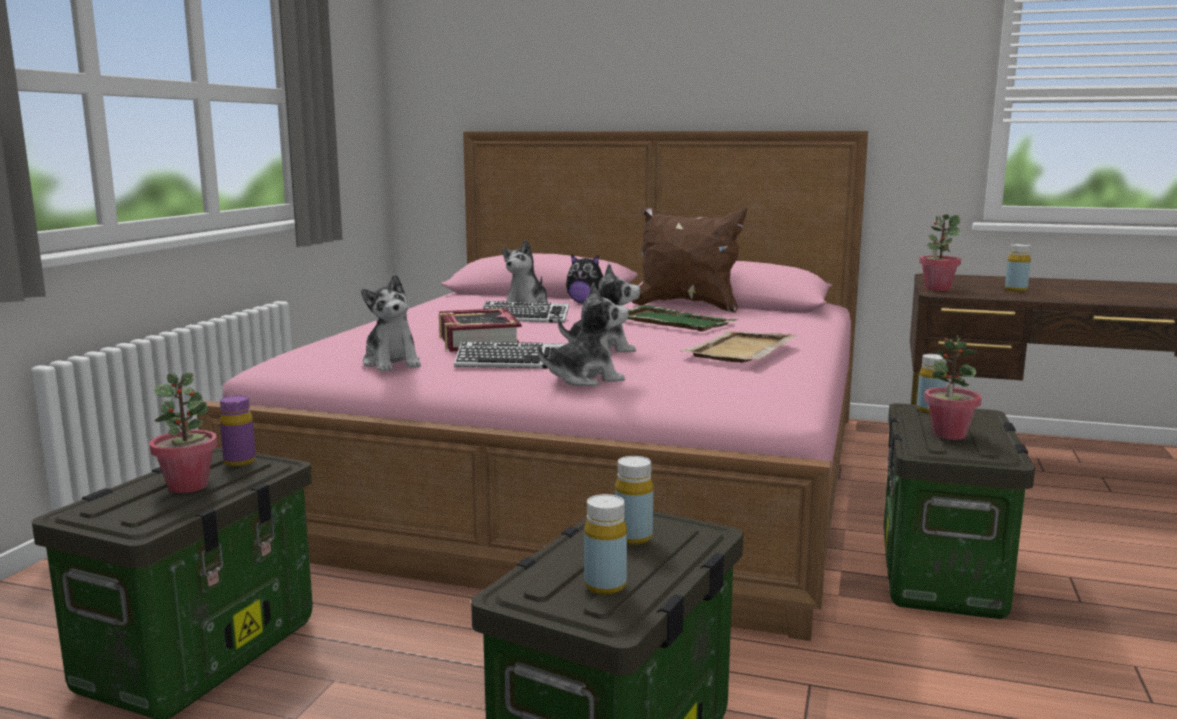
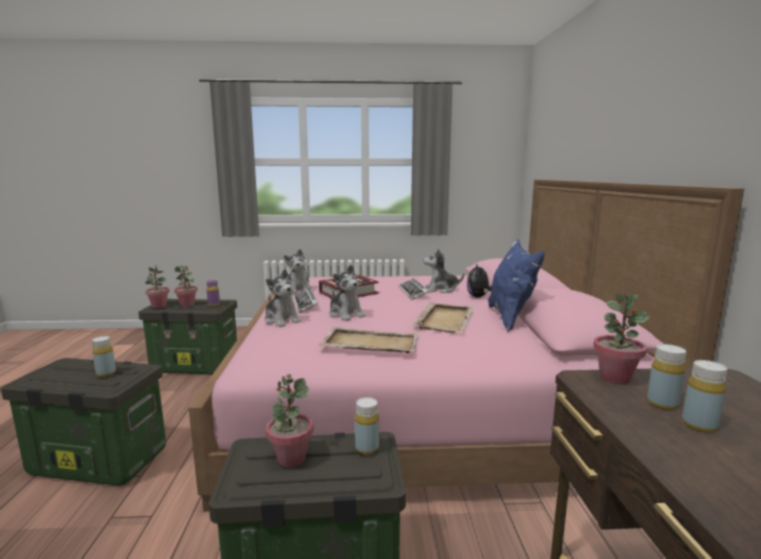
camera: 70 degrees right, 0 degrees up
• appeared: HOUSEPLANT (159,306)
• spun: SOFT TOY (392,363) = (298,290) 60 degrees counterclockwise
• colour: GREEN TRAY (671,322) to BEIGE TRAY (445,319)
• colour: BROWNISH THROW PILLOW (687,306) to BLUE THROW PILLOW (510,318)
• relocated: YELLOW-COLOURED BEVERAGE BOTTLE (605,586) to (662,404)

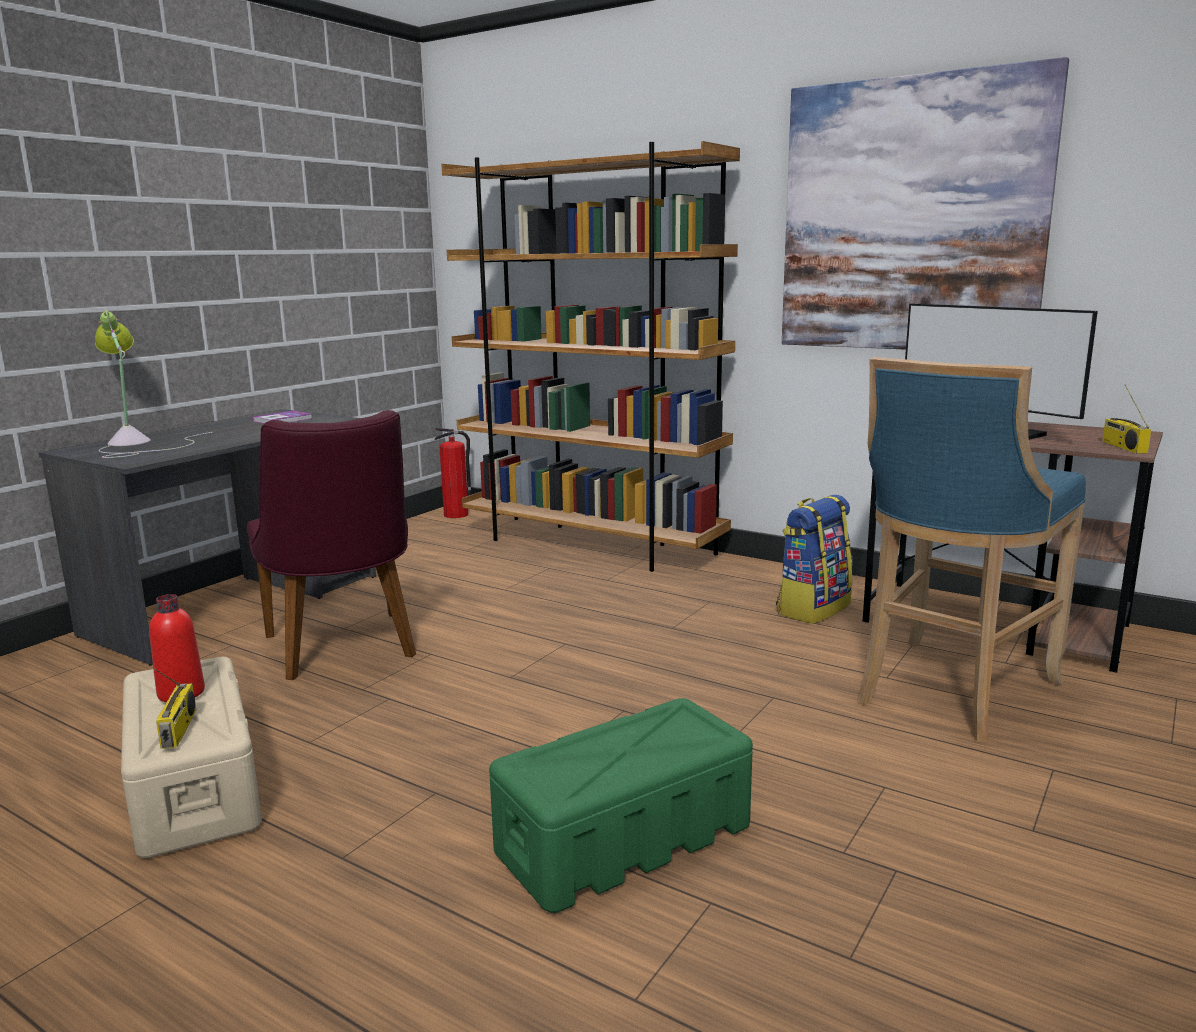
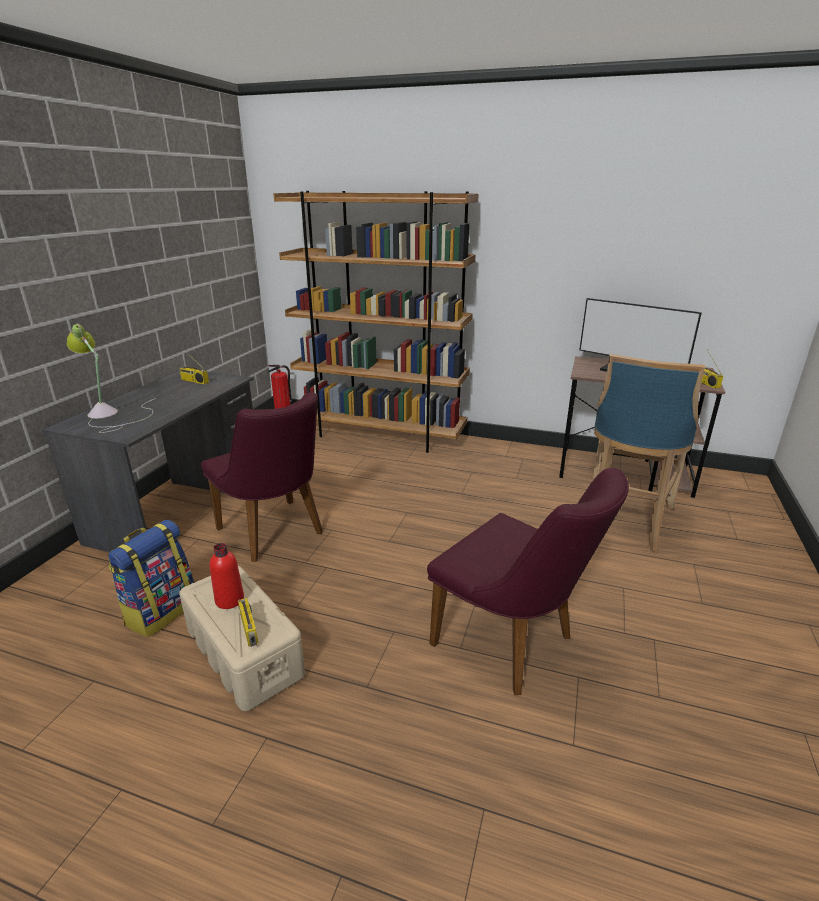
camera: 15 degrees left, 10 degrees up
• relocated: RUCKSACK (812,608) to (161,611)
• exchanged: VOLUME (282,420) to RADIO (194,381)
• exchanged: GREEN STORAGE BIN (622,840) to PURPLISH PLAIN CHAIR (513,645)
• missing: WALL PICTURE (911,217)

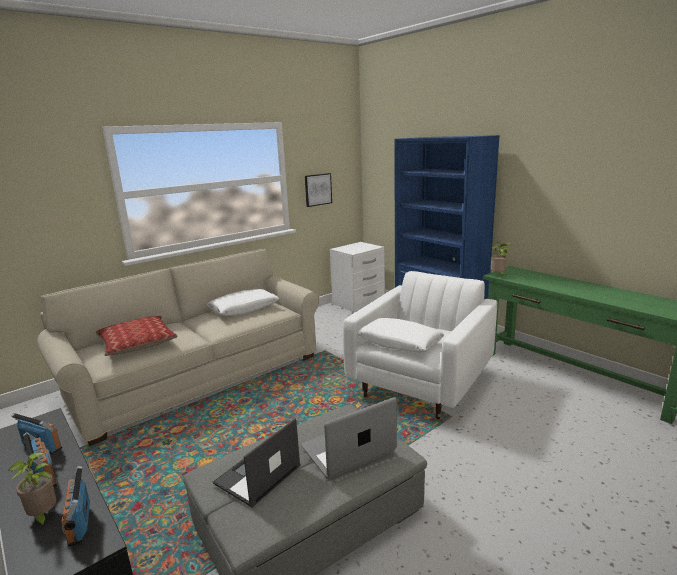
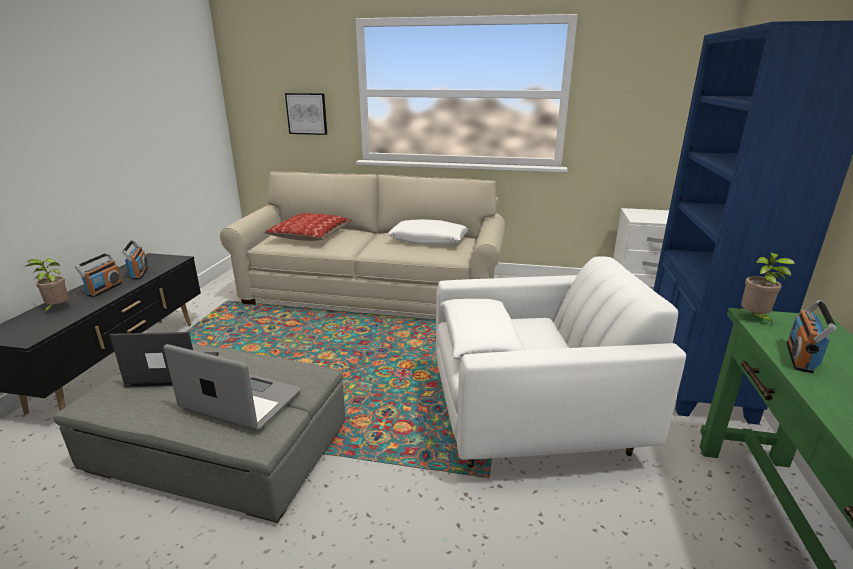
camera: 50 degrees right, 5 degrees up
• relocated: WALL PICTURE (318,189) to (307,113)
• relocated: RADIO (79,524) to (800,357)

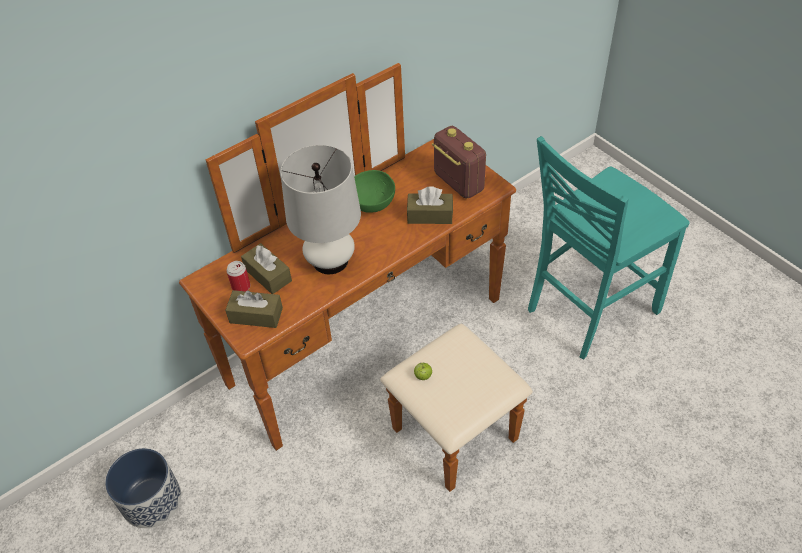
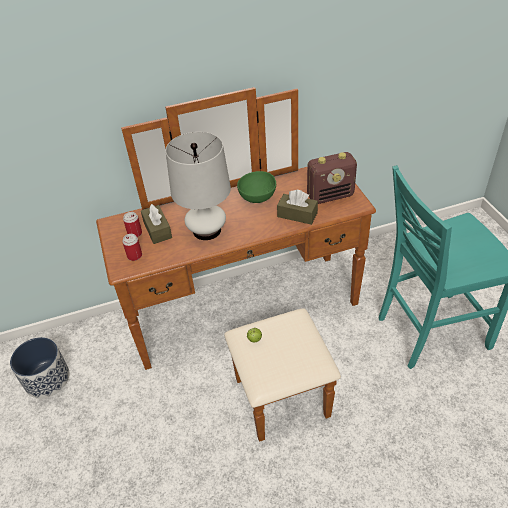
camera: 20 degrees right, 5 degrees down
• exchanged: BROWNISH BOX OF TISSUES (256,315) to METAL CAN (134,256)
• spun: RADIO (458,182) = (330,196) 90 degrees clockwise

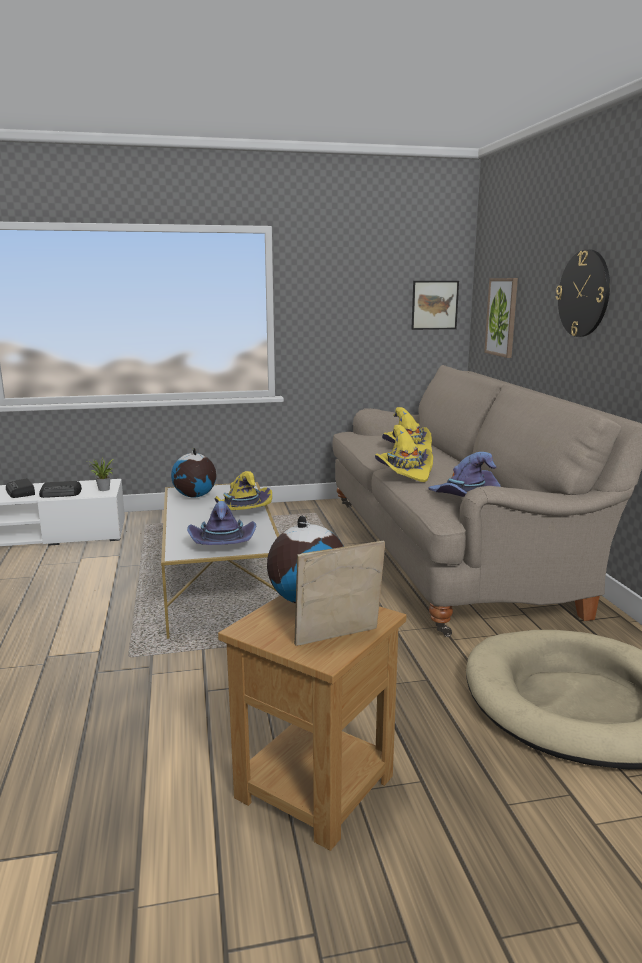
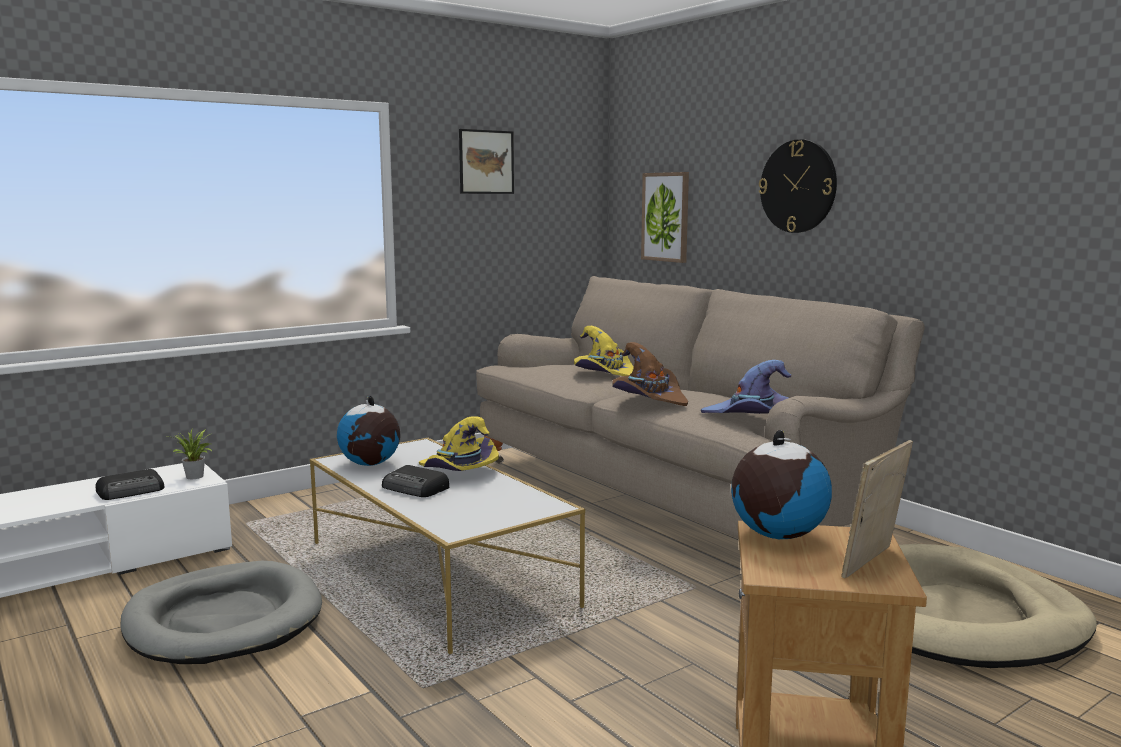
camera: 25 degrees left, 5 degrees down
• appeared: GREYISH DOG CUSHION (224,620)
• relocated: RADIO (21,492) to (416,488)
• relocated: WALL PICTURE (434,305) to (486,162)
• colour: YELLOW-COLOURED WEARABLE HAT (405,472) to BROWNISH WEARABLE HAT (649,398)
• missing: PURPLISH WEARABLE HAT (222,544)

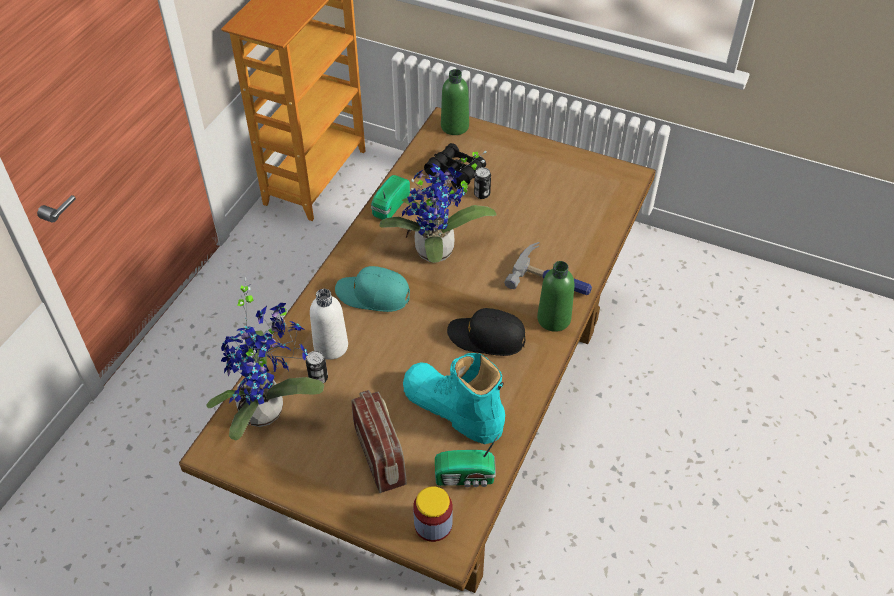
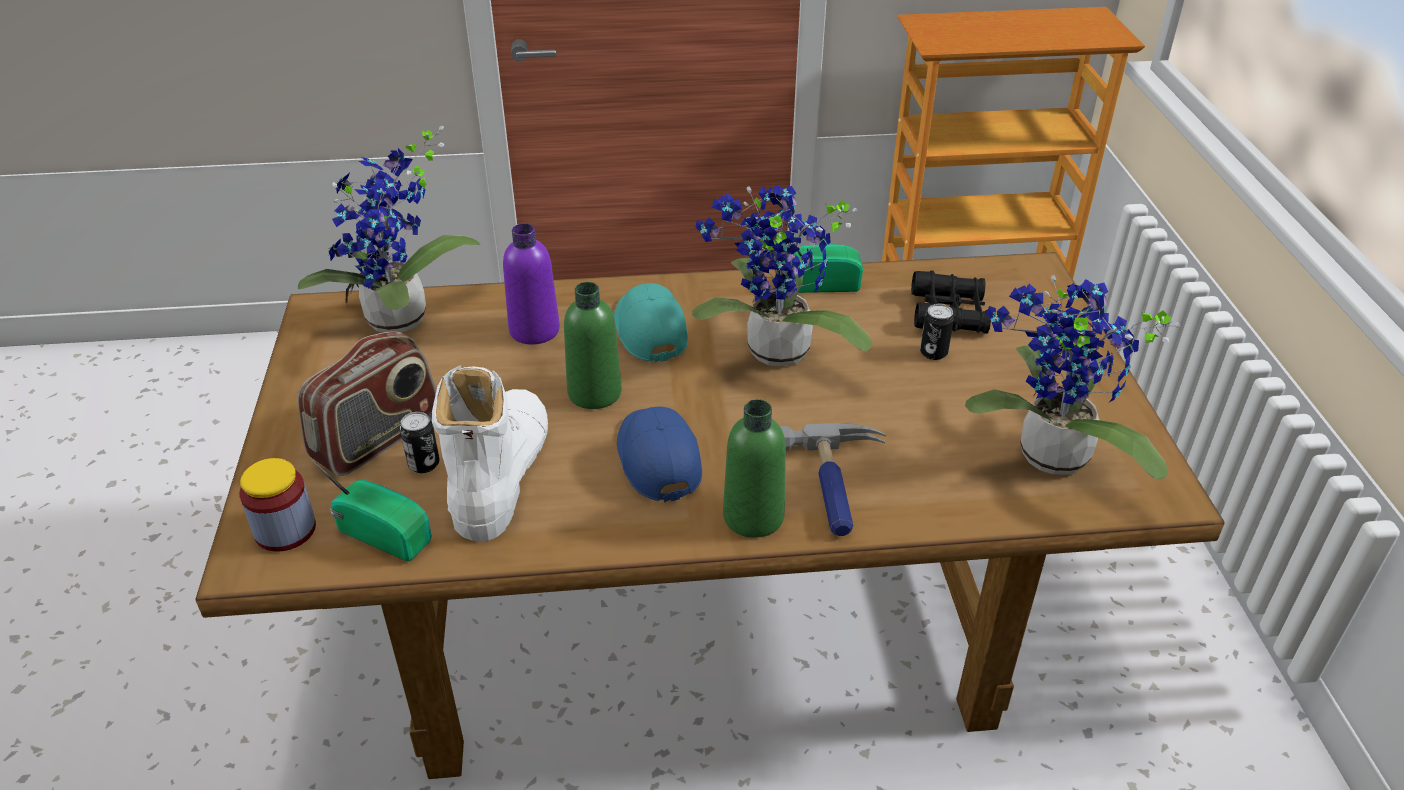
camera: 60 degrees right, 10 degrees down
• spun: RADIO (466,477) = (384,533) 150 degrees clockwise
• relocated: METAL CAN (318,378) to (424,464)
• colour: TURQUOISE HIGH-TOP BOOT (452,408) to WHITISH HIGH-TOP BOOT (500,474)
• colour: WHITISH BEVERAGE BOTTLE (331,346) to PURPLISH BEVERAGE BOTTLE (534,330)
• relocated: GREEN BEVERAGE BOTTLE (454,126) to (594,393)
• colour: BLACK-COLOURED BASEBALL CAP (486,337) to BLUE BASEBALL CAP (657,459)
• appeared: HOUSEPLANT (1047,459)

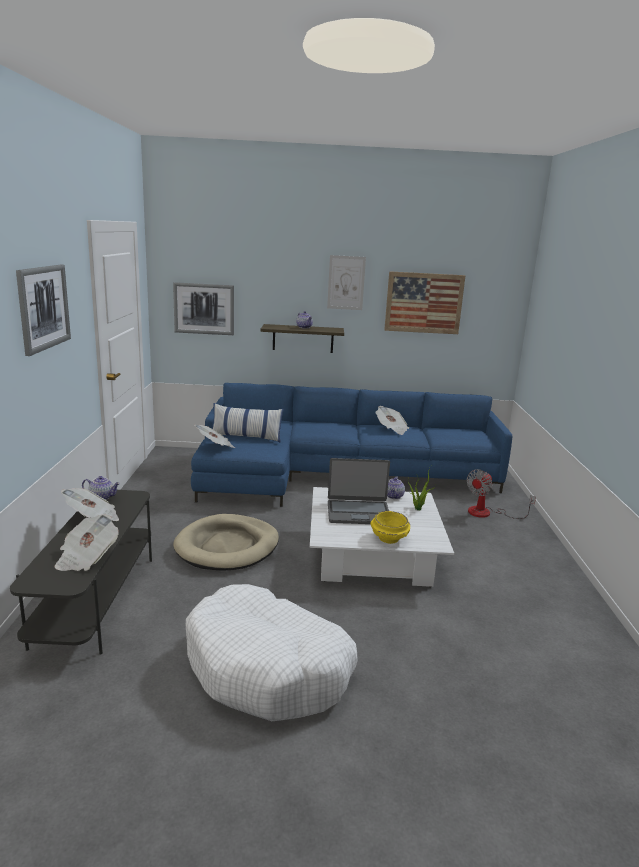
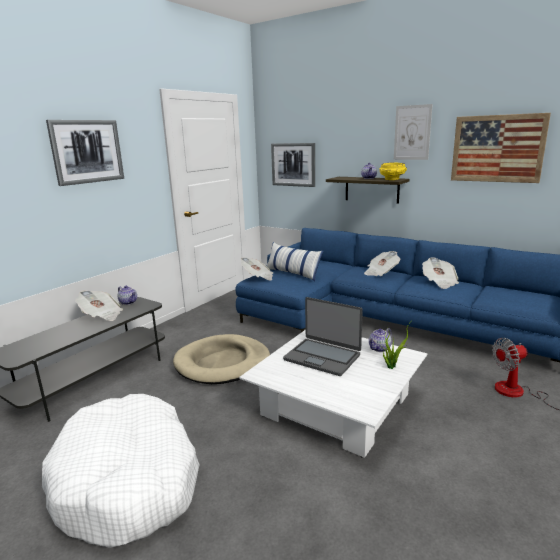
camera: 35 degrees right, 0 degrees up
• relocated: NEWSPAPER (86,558) to (381,272)
• relocated: YELLOW-COLOURED SERVING BOWL (389,538) to (392,179)

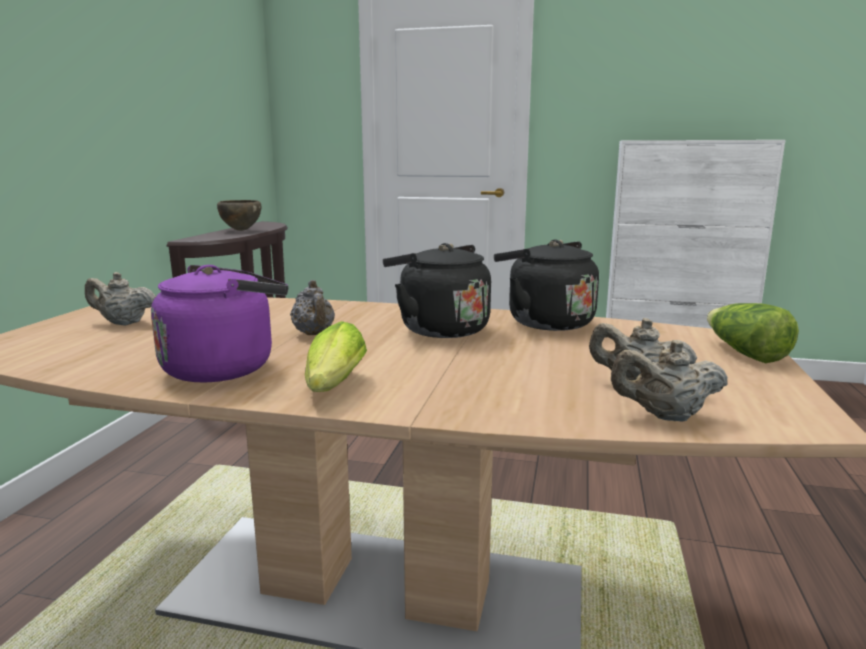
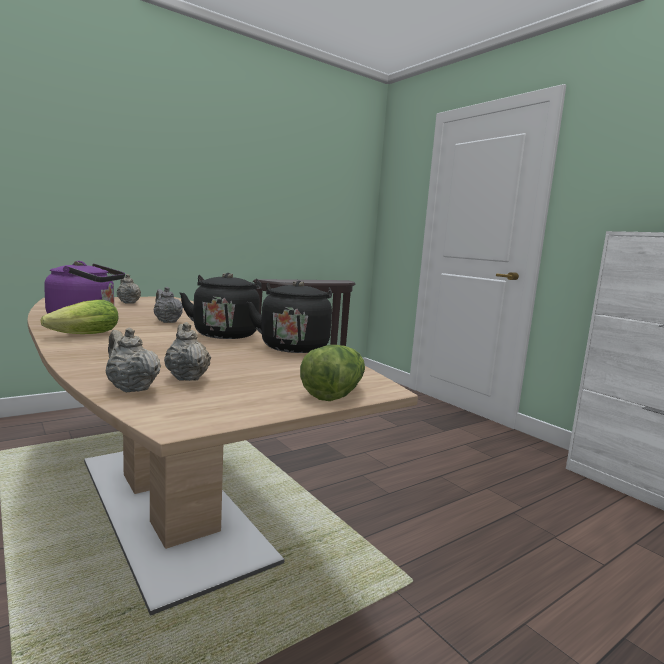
camera: 40 degrees right, 5 degrees down
• spun: GREYISH TEAPOT (314,334) = (167,321) 120 degrees clockwise
• missing: BROWNISH SERVING BOWL (241,230)

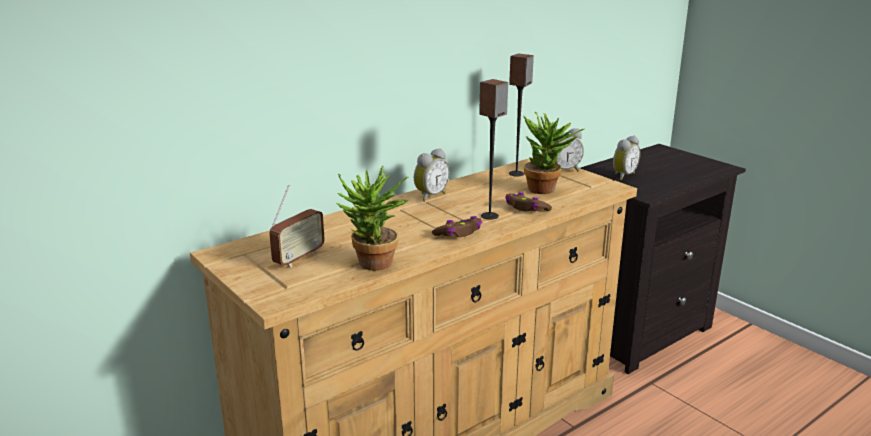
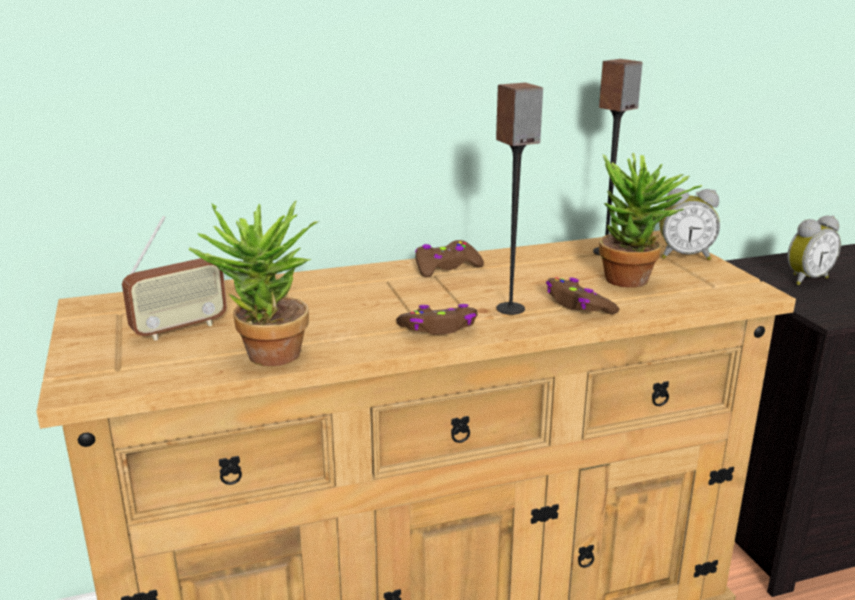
camera: 20 degrees right, 0 degrees up
• exchanged: ALARM CLOCK (429,196) to BROWNISH JOYPAD (446,267)

